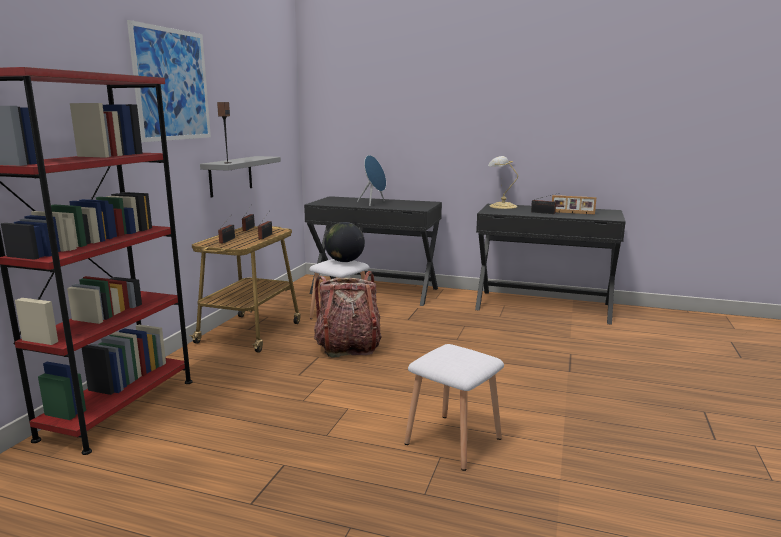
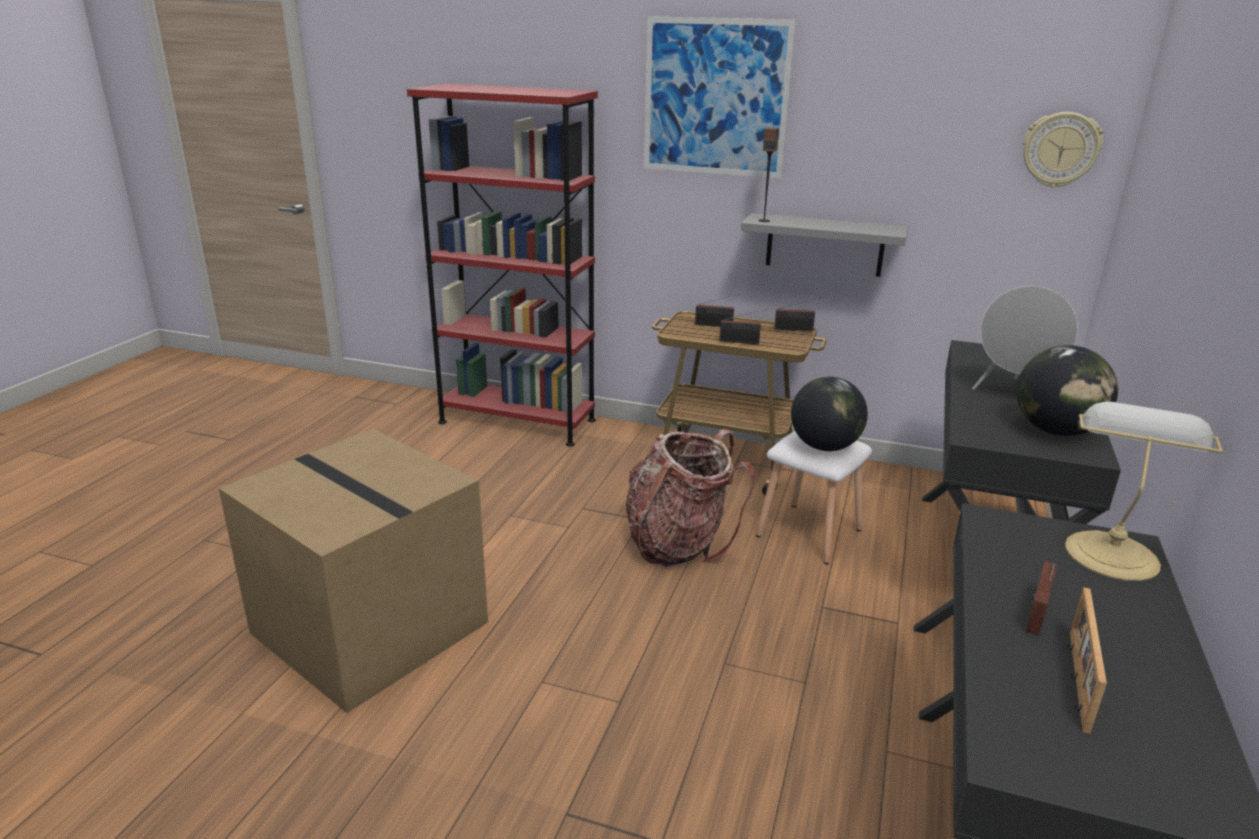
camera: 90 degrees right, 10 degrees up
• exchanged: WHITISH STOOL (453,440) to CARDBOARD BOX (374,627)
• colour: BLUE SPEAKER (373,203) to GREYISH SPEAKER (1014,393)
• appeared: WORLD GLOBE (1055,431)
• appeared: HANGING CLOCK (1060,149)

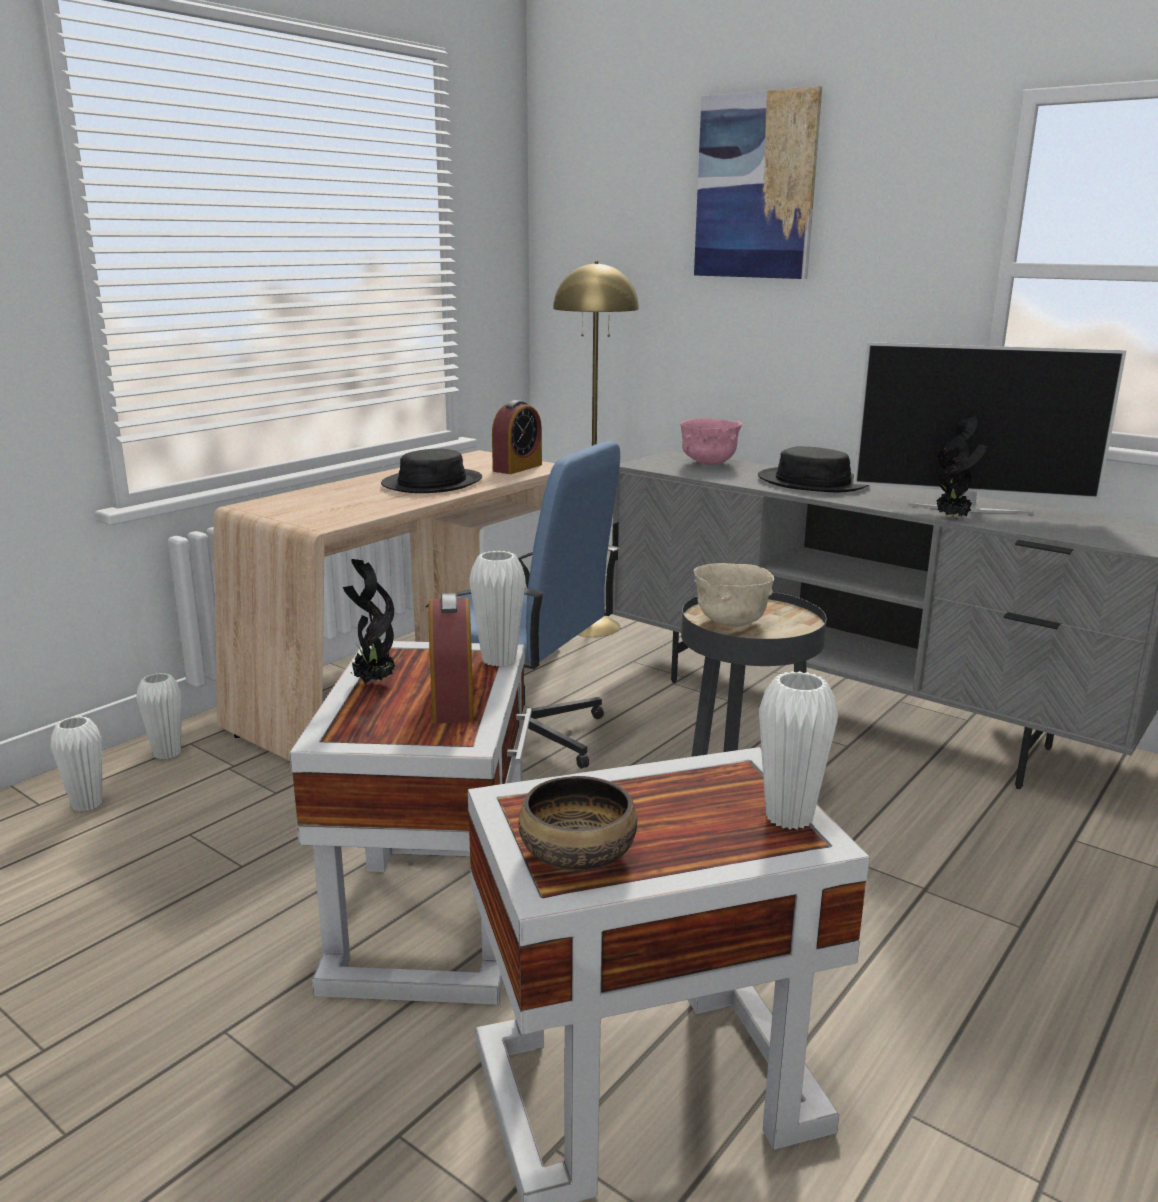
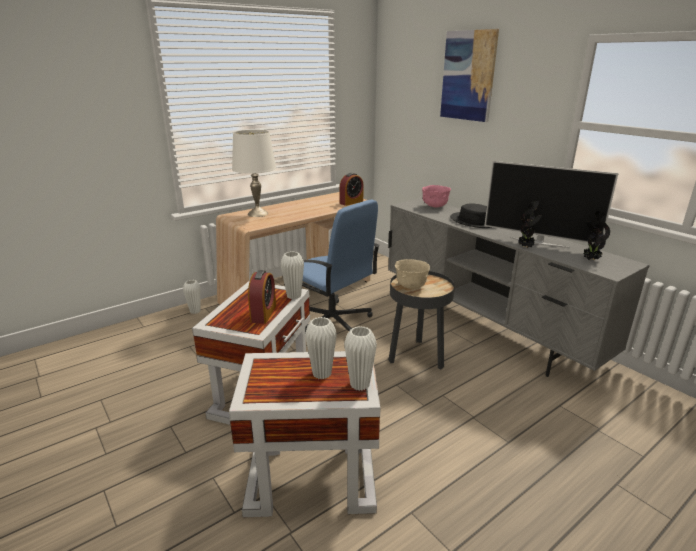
camera: 15 degrees right, 5 degrees up
• appeared: WHITISH LAMP FOR A TABLE (258,214)
• relocated: WHITISH FLOWER VASE (87,804) to (322,373)
• relocated: HOUSEPLANT (372,682) to (590,260)
• missing: BLACK-COLOURED WEARABLE HAT (432,483)
• missing: SERVING BOWL (576,854)
• missing: YELLOW-COLOURED STANDARD LAMP (592,626)

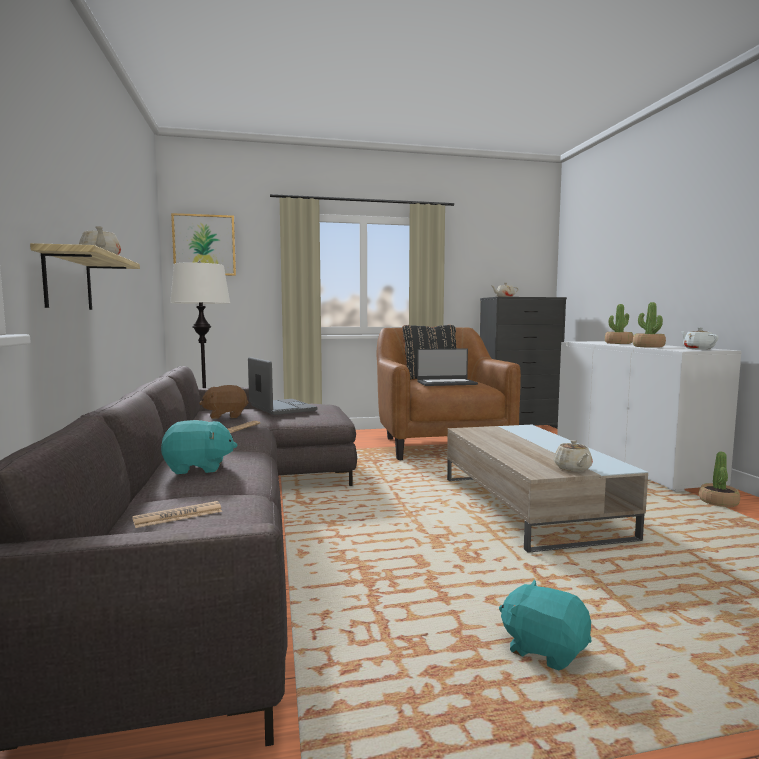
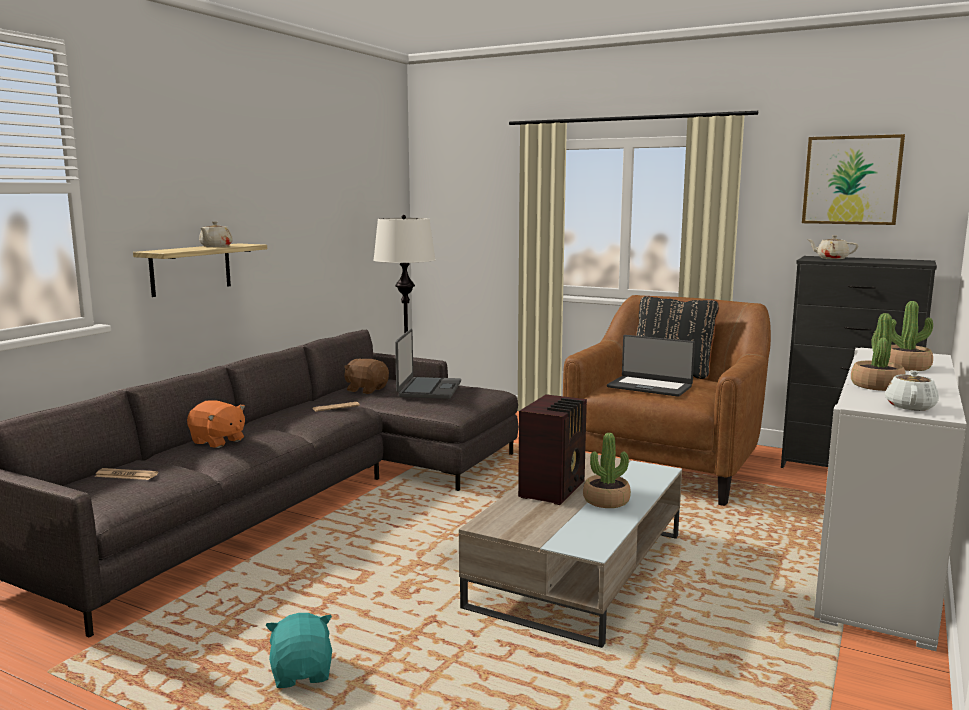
camera: 40 degrees right, 5 degrees up
• colour: TURQUOISE SOFT TOY (198,468) to ORANGEY SOFT TOY (218,441)
• appeared: RADIO (554,489)
• relocated: HOUSEPLANT (718,502) to (606,501)
• relocated: WALL PICTURE (204,245) to (851,180)
• missing: BEIGE TEAPOT (572,468)

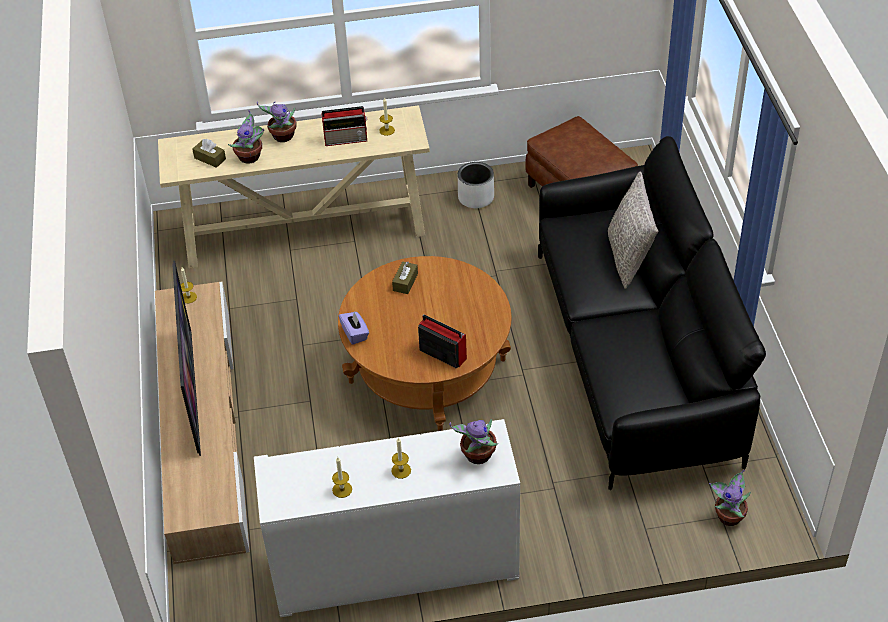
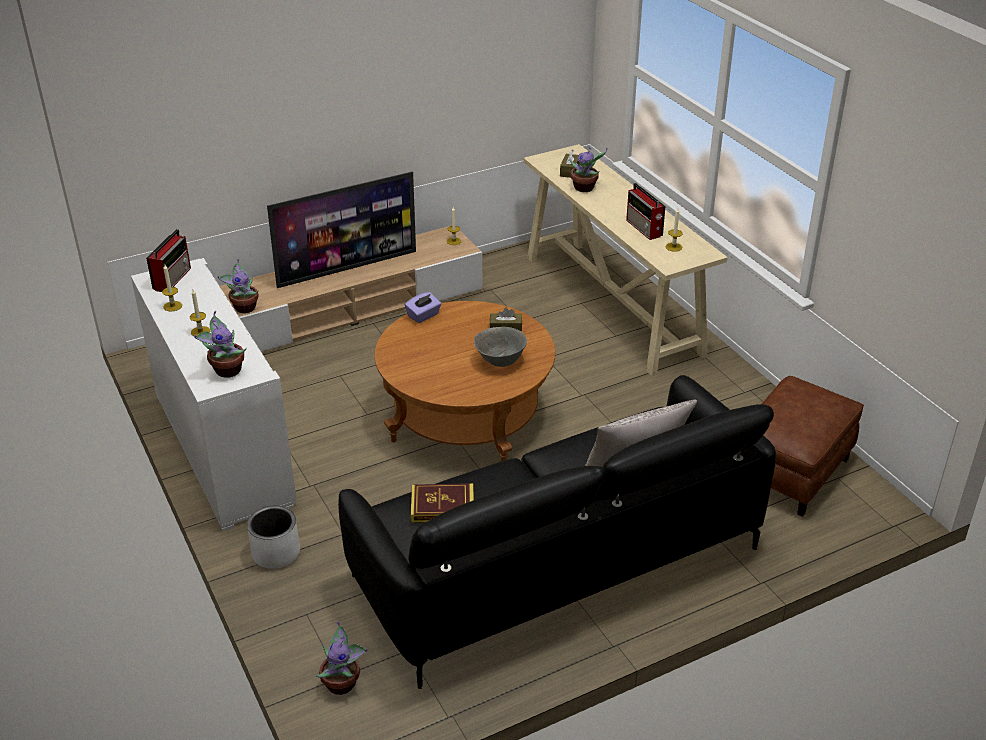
camera: 70 degrees right, 10 degrees down
• relocated: RADIO (442,353) to (173,278)
• relocated: HOUSEPLANT (282,137) to (244,307)
• relocated: WHITISH PLANT POT (475,197) to (275,552)
• appeared: VOLUME (442,506)
• appeared: GREYISH SERVING BOWL (500,361)

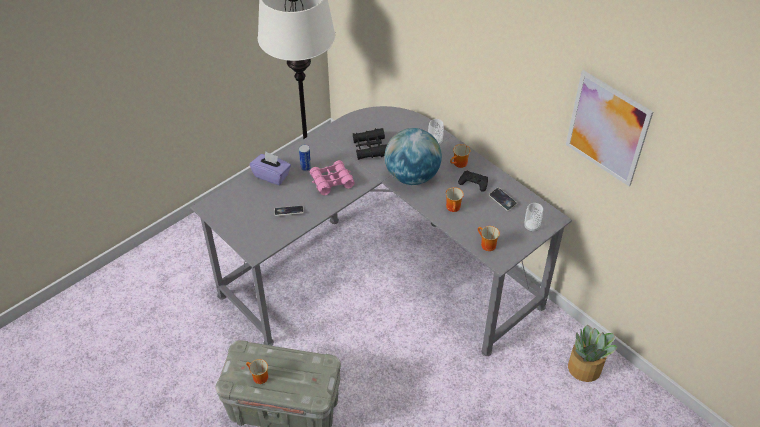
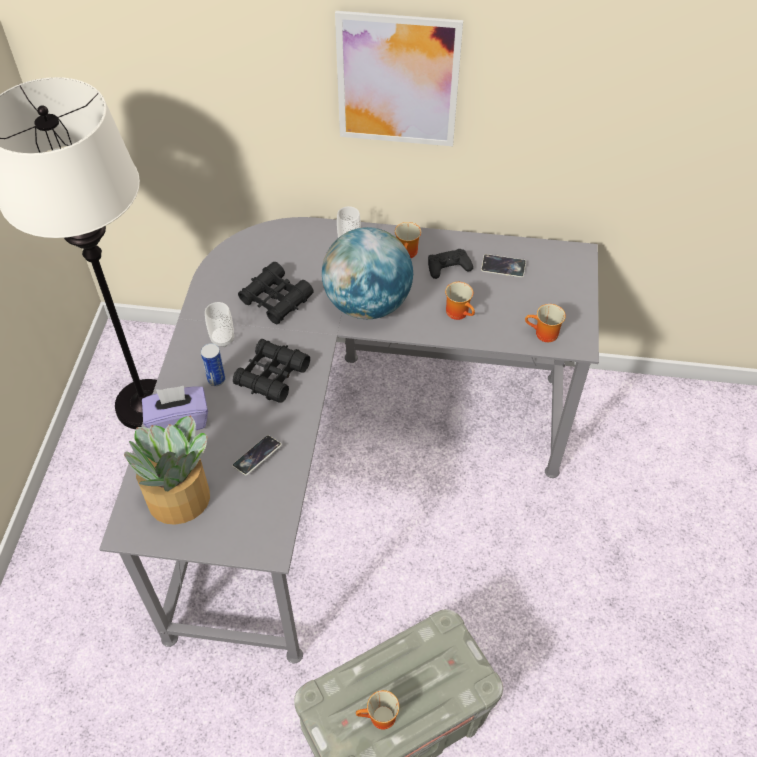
camera: 40 degrees left, 5 degrees up
• relocated: HOUSEPLANT (585,369) to (180,499)
• relocated: SMALL CUP (531,226) to (222,339)
• colour: PINK PAIR OF BINOCULARS (331,181) to BLACK-COLOURED PAIR OF BINOCULARS (272,376)
• relocated: WALL PICTURE (607,128) to (397,81)

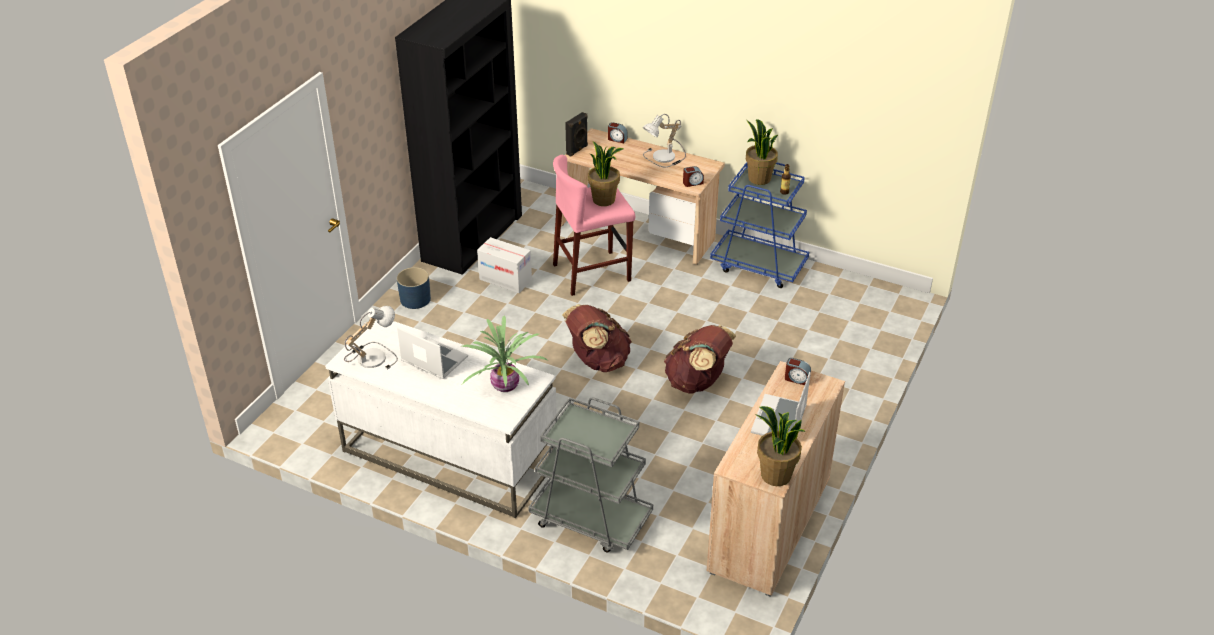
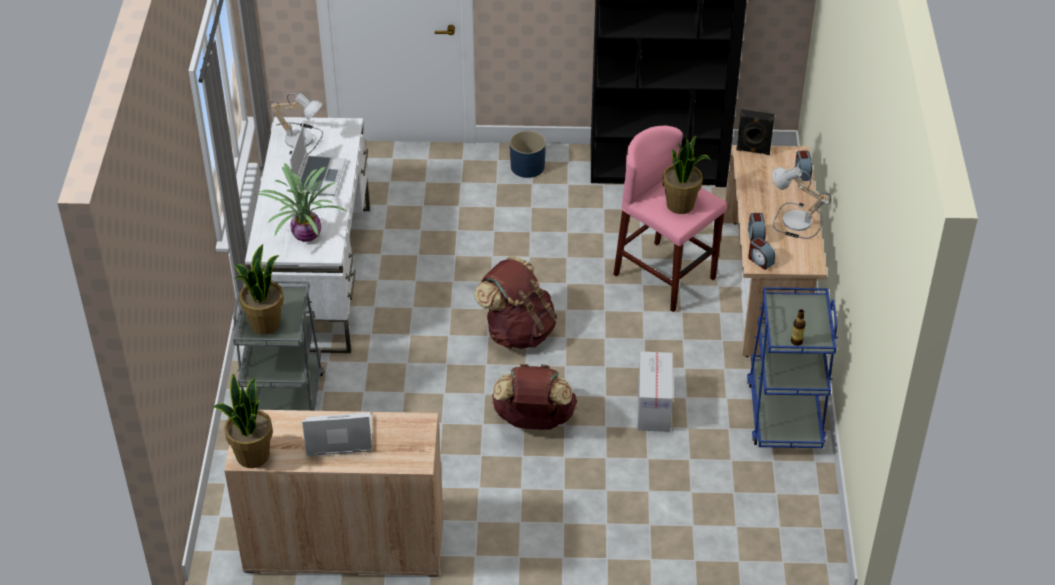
camera: 65 degrees right, 5 degrees up
• relocated: HOUSEPLANT (759,179) to (264,323)
• relocated: CARDBOARD BOX (505,280) to (653,407)
• relocated: ALARM CLOCK (796,379) to (755,236)

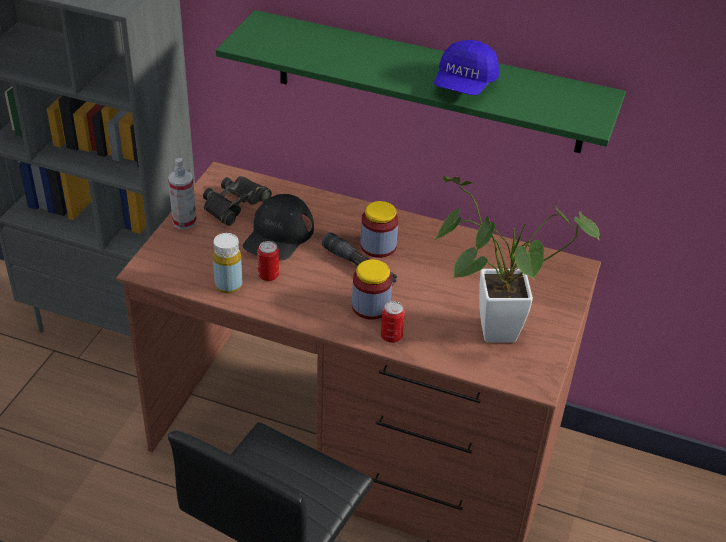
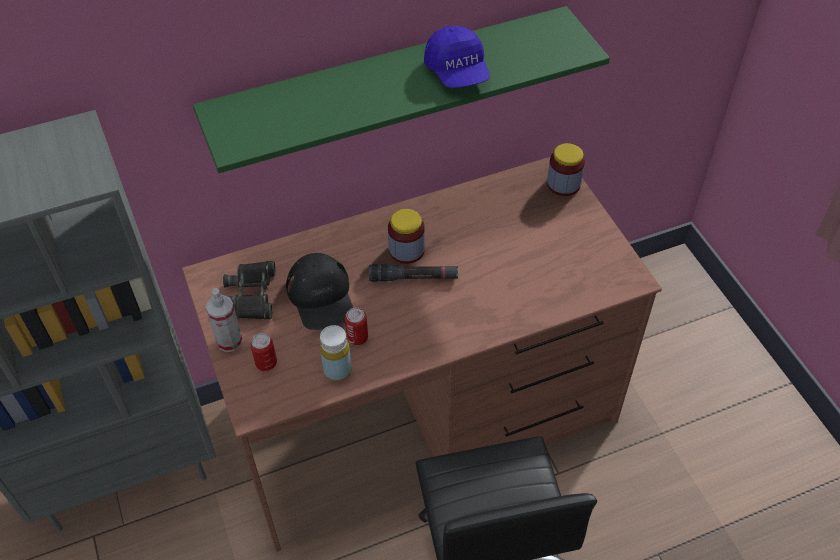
camera: 40 degrees left, 10 degrees up
• relocated: METAL CAN (391,336) to (266,363)
• relocated: JAR (371,306) to (563,184)
• missing: HOUSEPLANT (487,331)

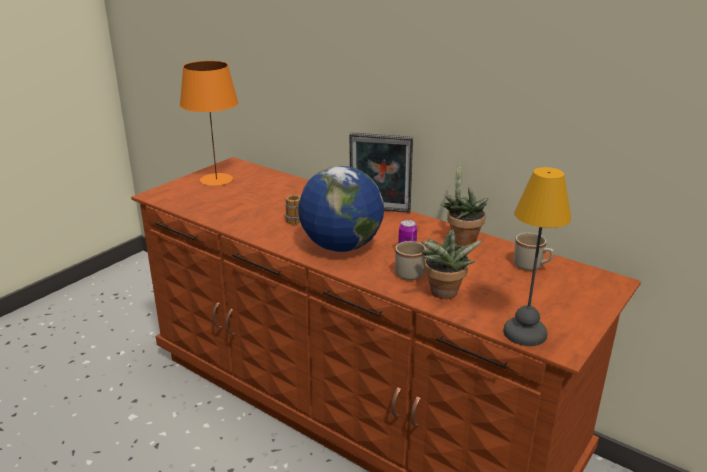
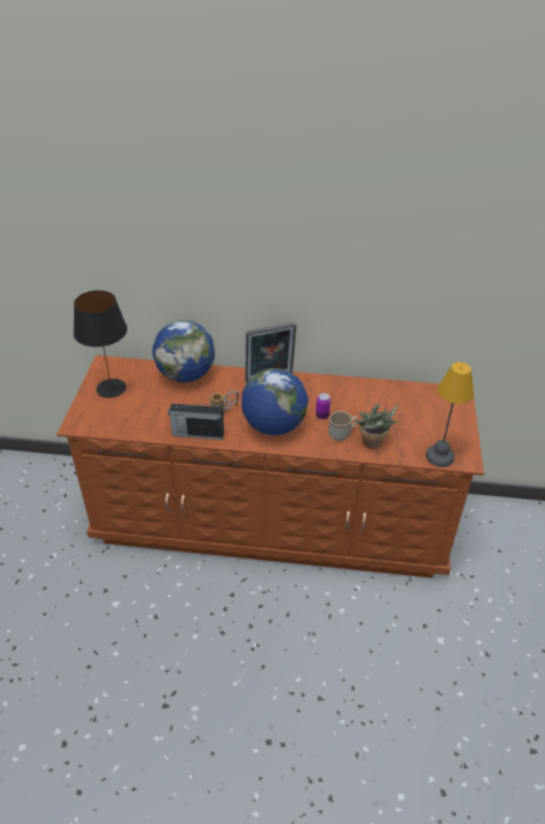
camera: 30 degrees left, 15 degrees up
• colour: ORANGEY LAMP FOR A TABLE (215,179) to BLACK-COLOURED LAMP FOR A TABLE (110,388)
• appeared: WORLD GLOBE (186,375)
• appeared: RADIO (197,434)
• missing: HOUSEPLANT (461,239)
• missing: BEIGE MUG (531,266)

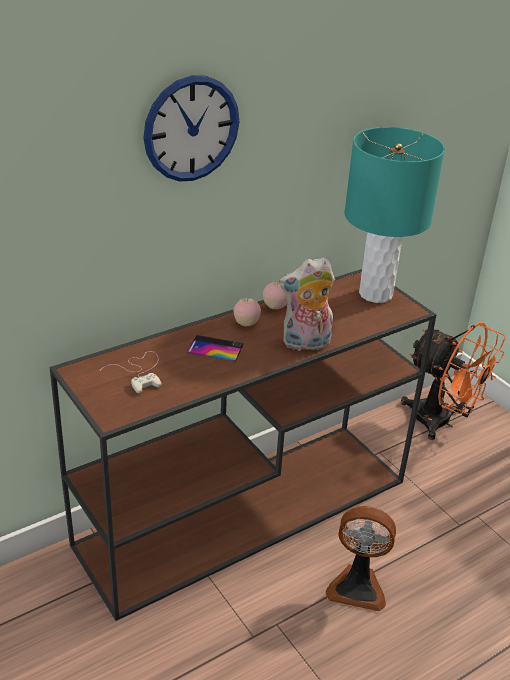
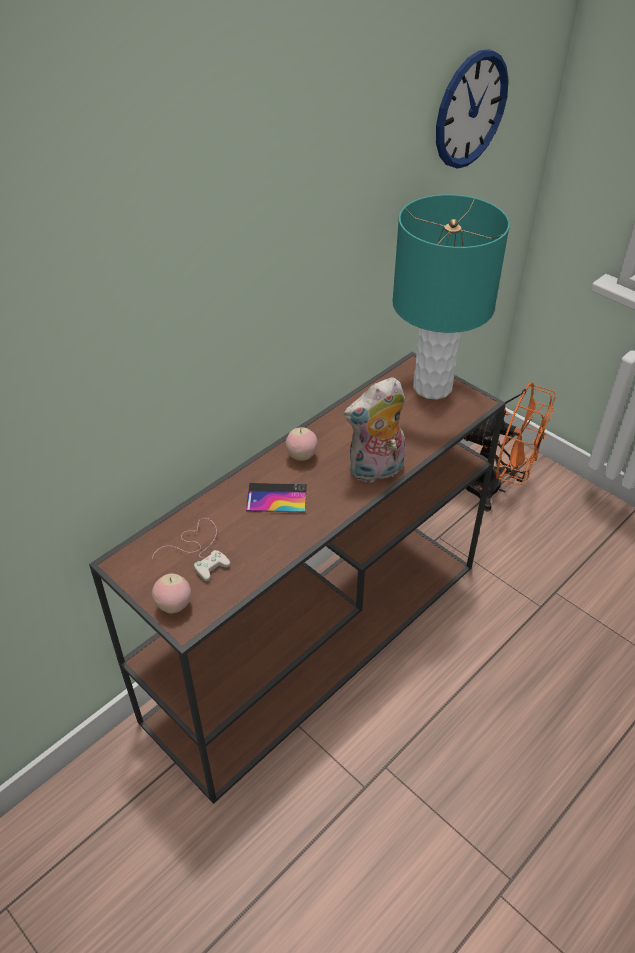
camera: 10 degrees left, 10 degrees up
• relocated: APPLE (275,307) to (174,606)
• relocated: HANGING CLOCK (191,129) to (471,110)
• missing: FAN (357,586)

